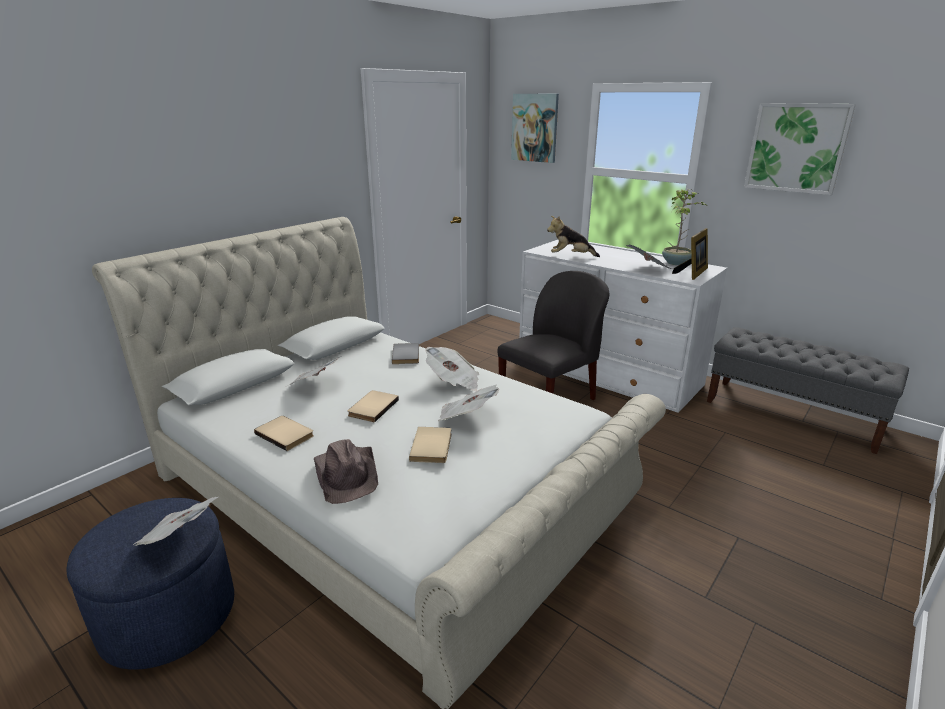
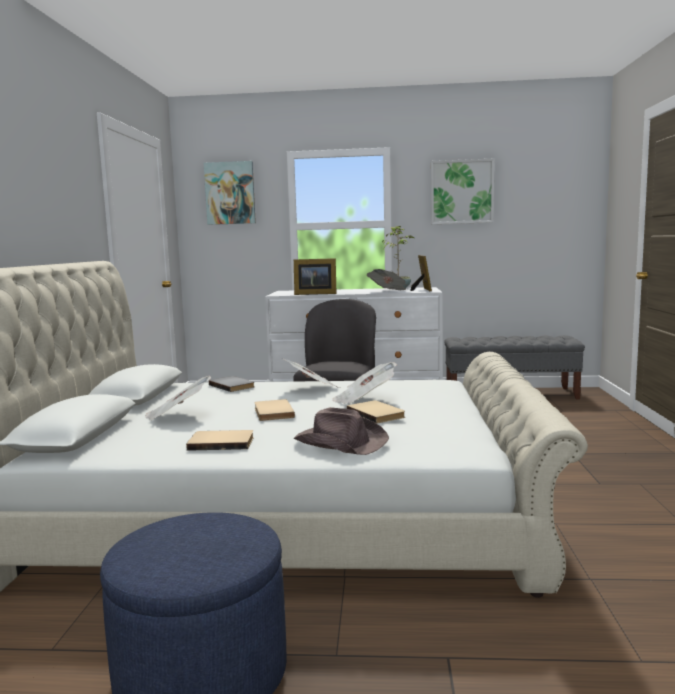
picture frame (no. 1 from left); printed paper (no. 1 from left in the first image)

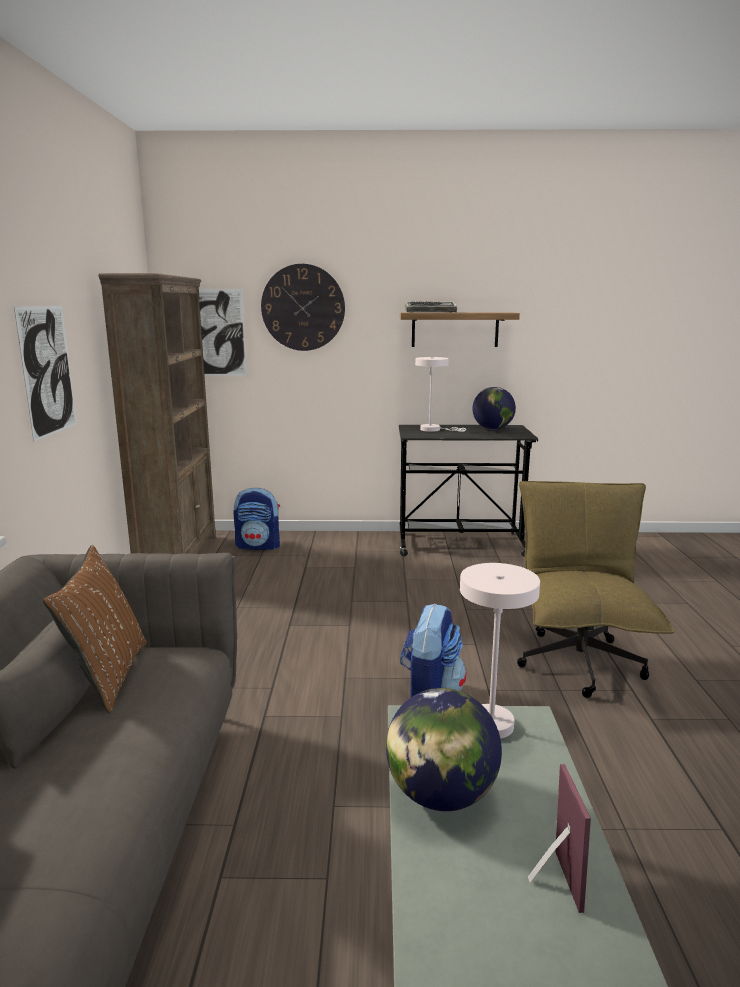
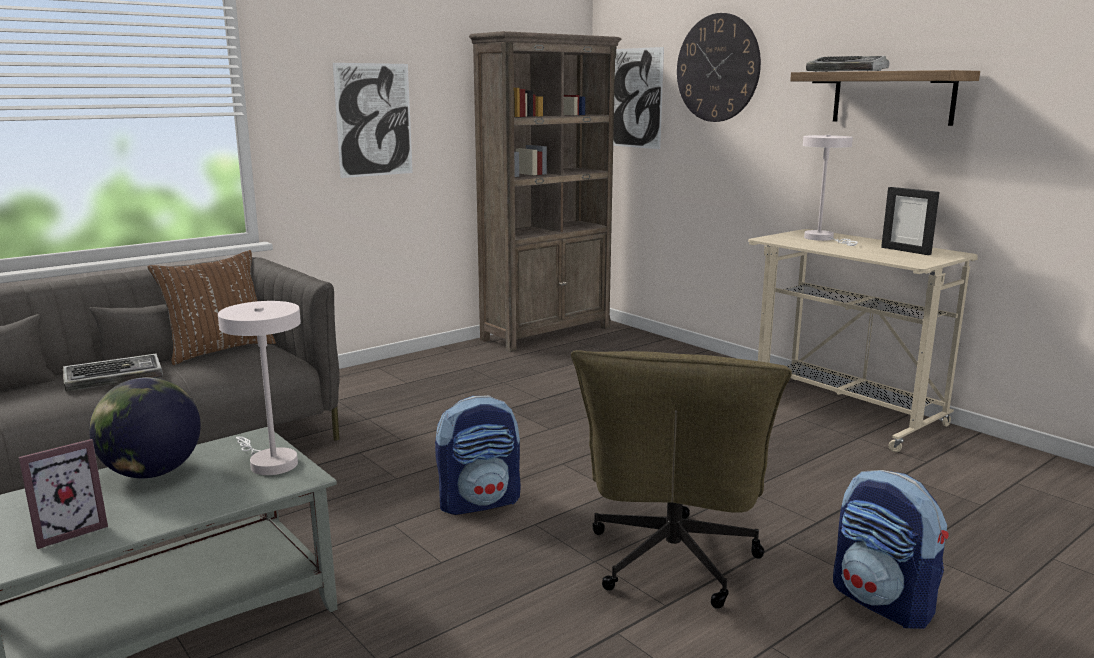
picture frame (no. 2 from left); beige-coloured desk table; beige-coloured office chair; backpack (no. 2 from left); computer keyboard (no. 1 from left)

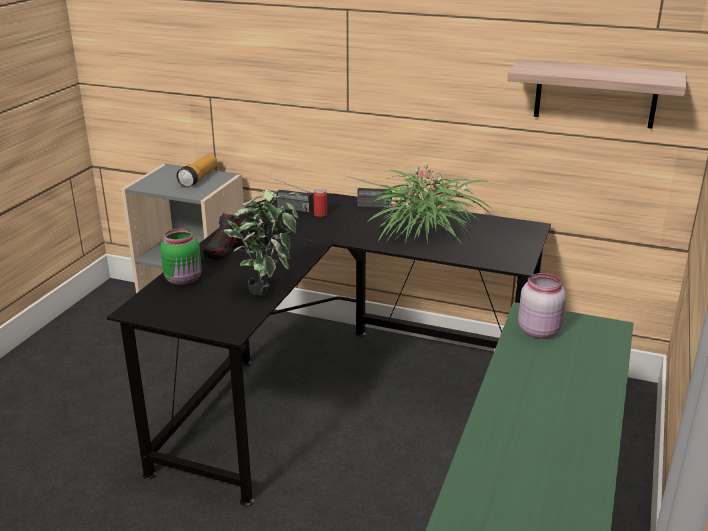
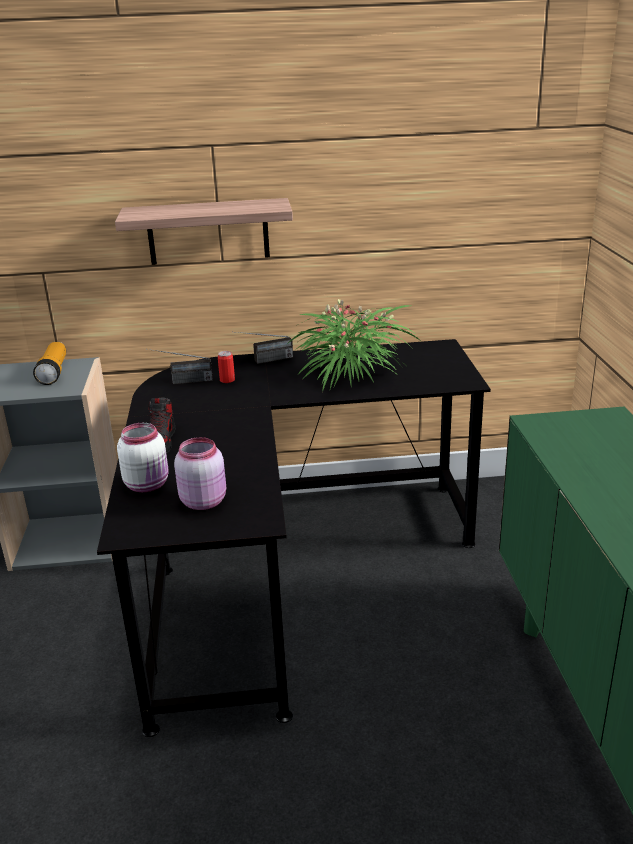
shelf; potted plant (no. 1 from left in the first image); white-coloured storage jar; pinkish storage jar

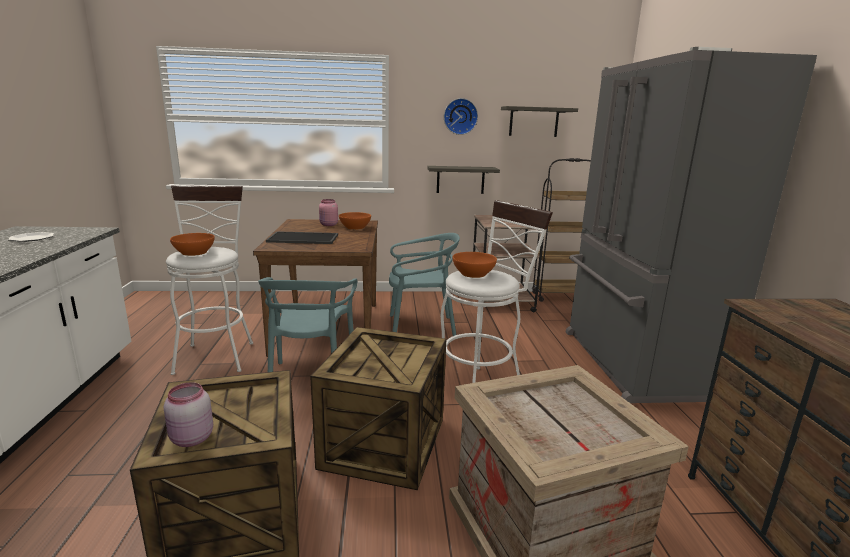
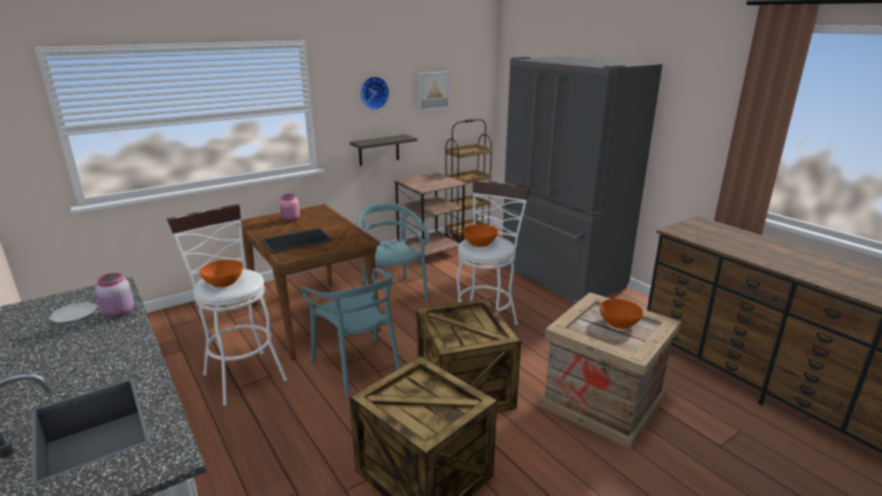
wall picture; orange-coloured serving bowl (no. 3 from left); blue-green upright chair (no. 2 from left); pinkish storage jar (no. 1 from left)

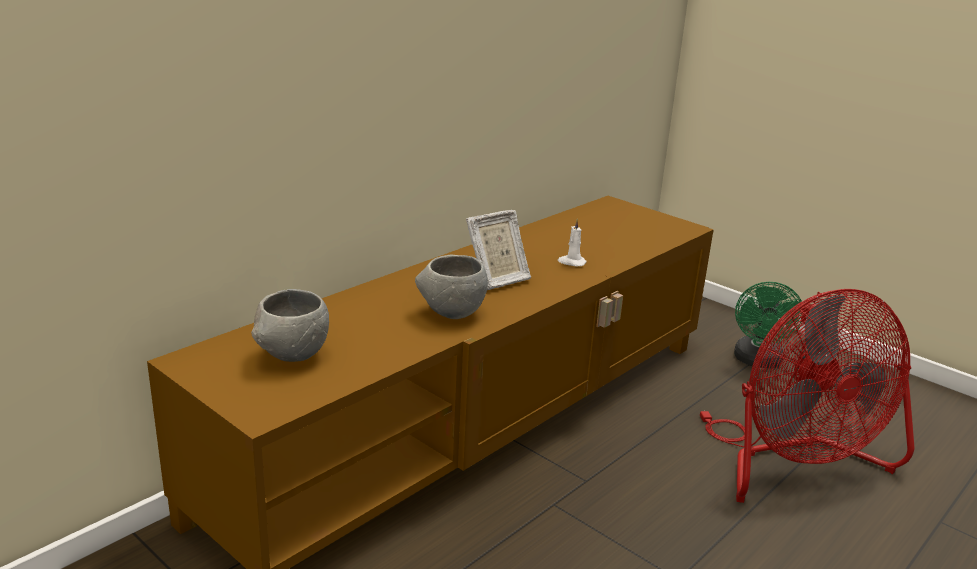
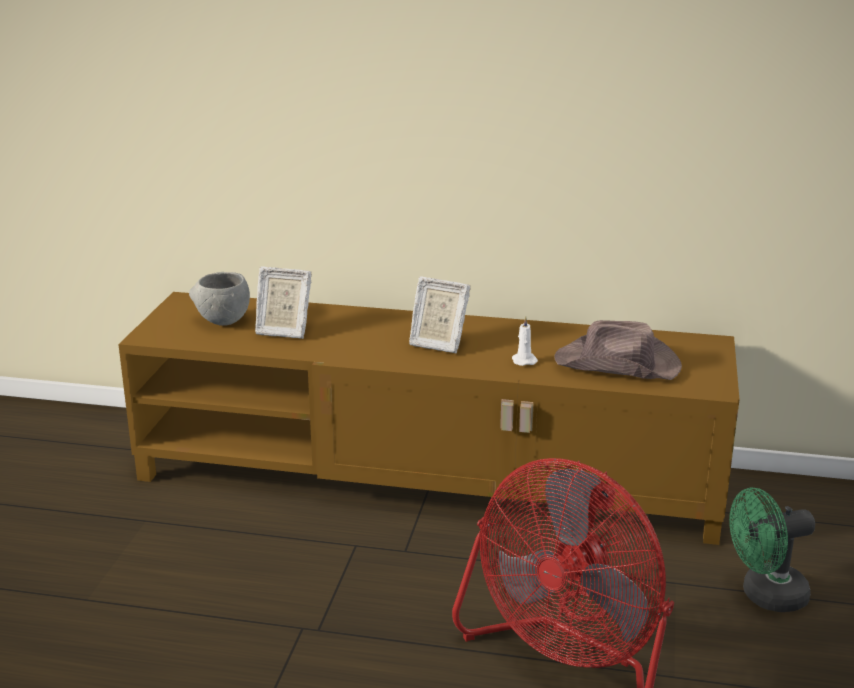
greyish serving bowl (no. 2 from left in the first image); picture frame (no. 1 from left); brown-coloured hat

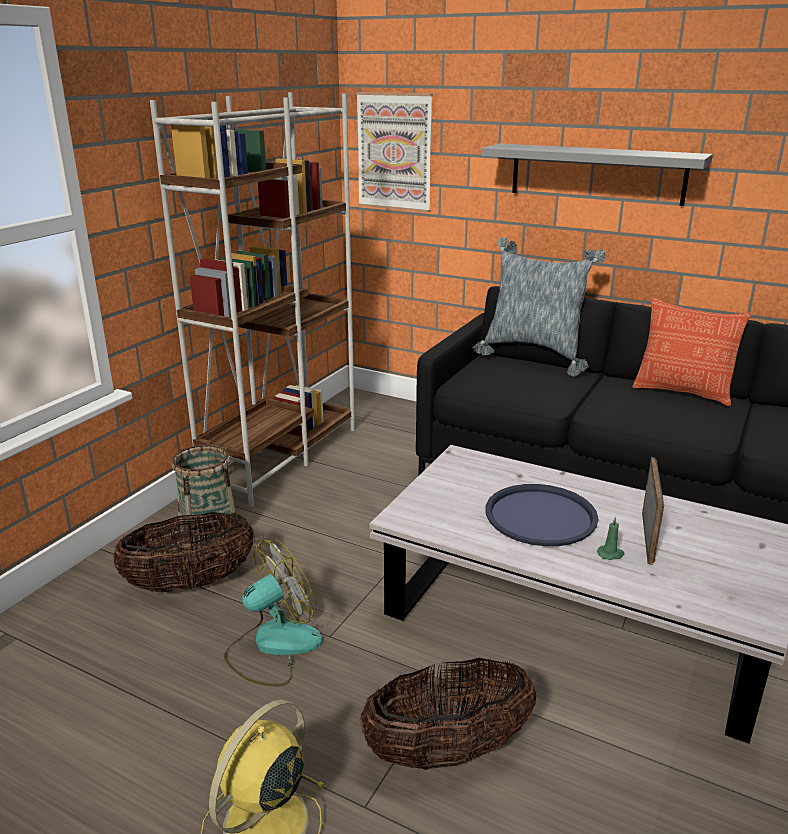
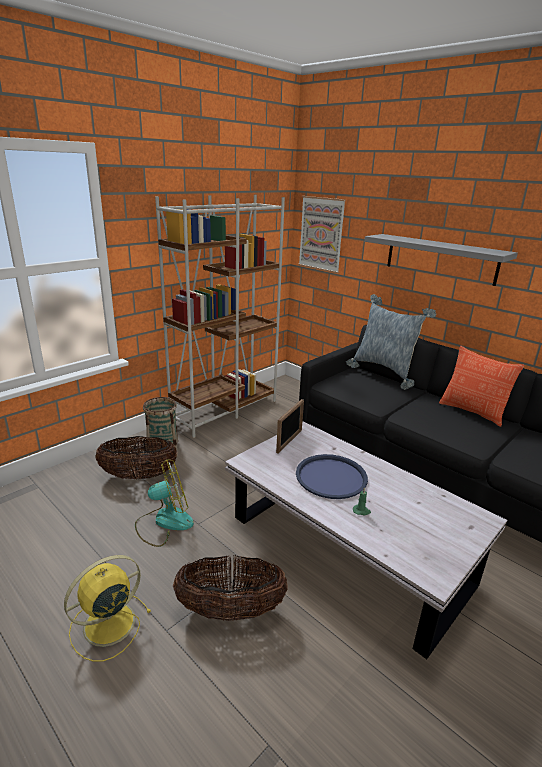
picture frame

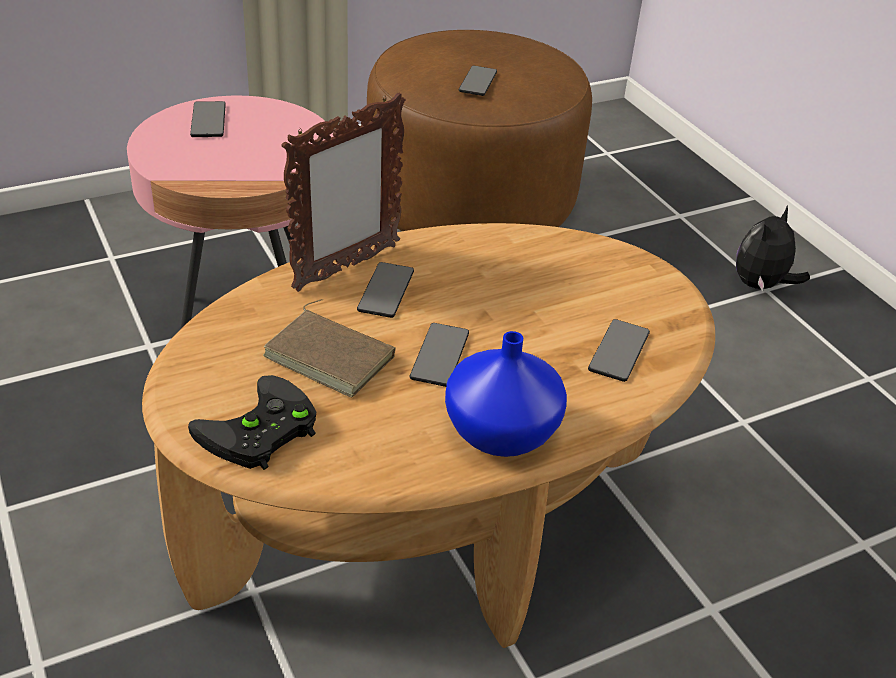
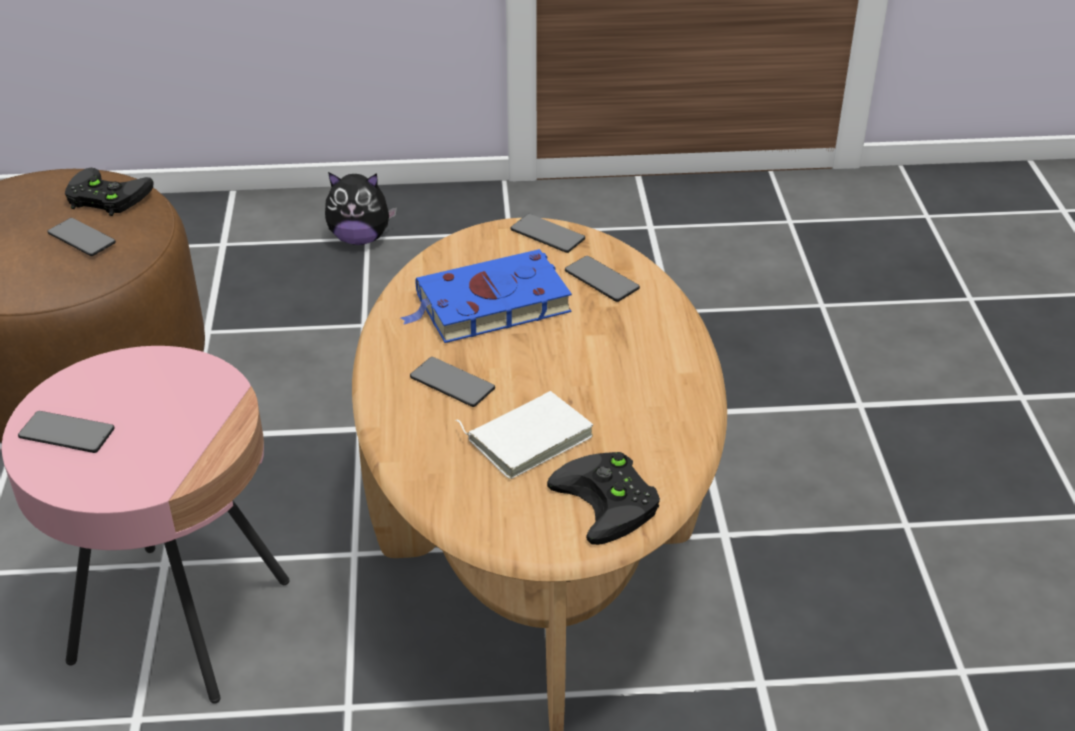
picture frame; plush toy; white-coloured volume; phone (no. 4 from left); blue-coloured vase; blackish joypad (no. 1 from left); blue-coloured volume

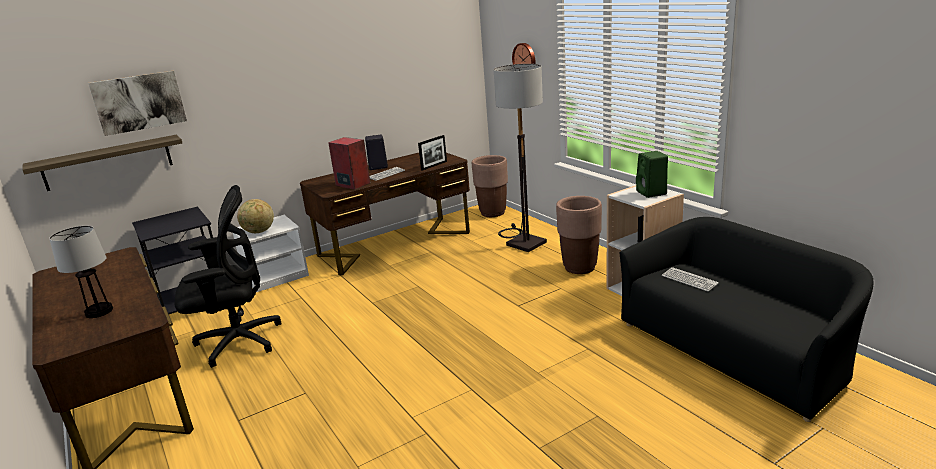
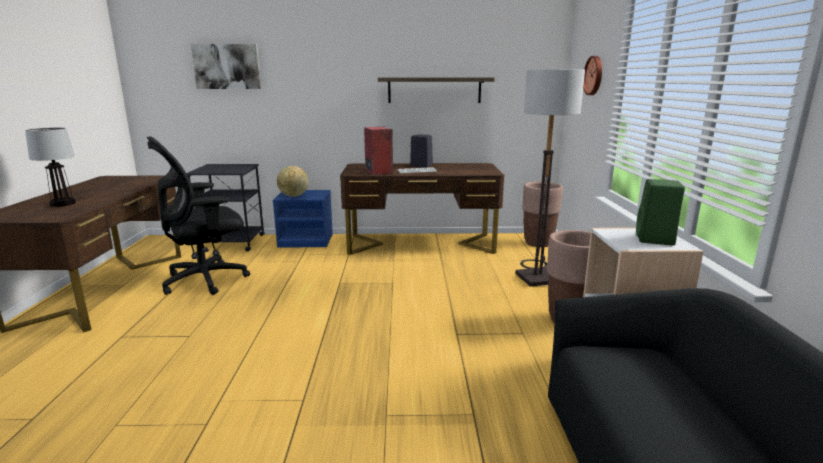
shelf; picture frame; blackish office chair; blue-coloured night table; computer keyboard (no. 2 from left in the first image)

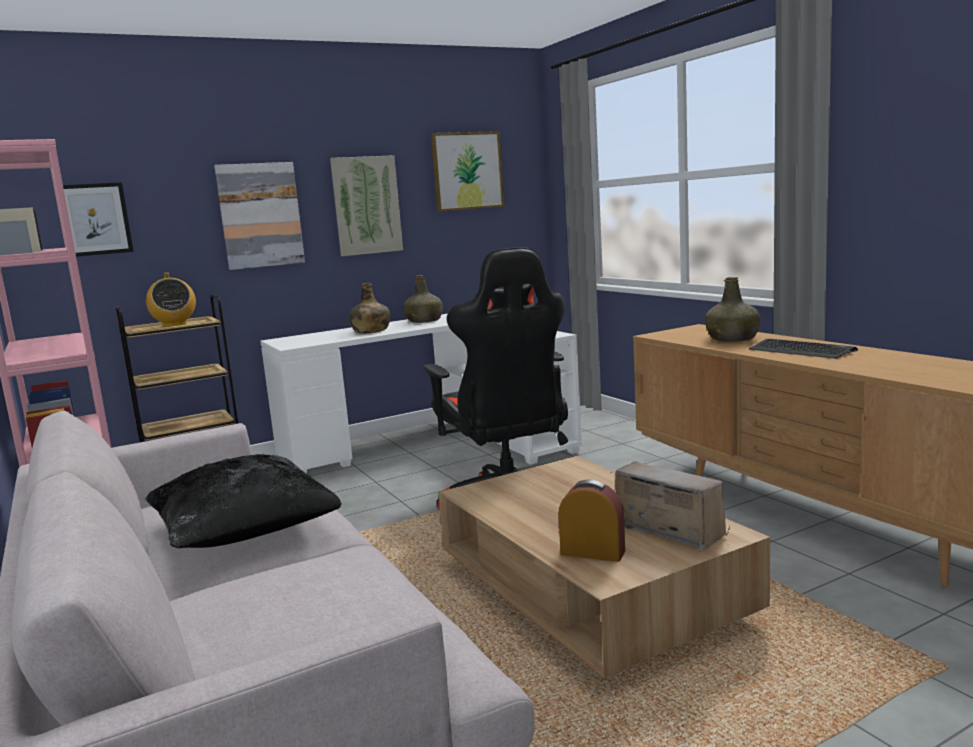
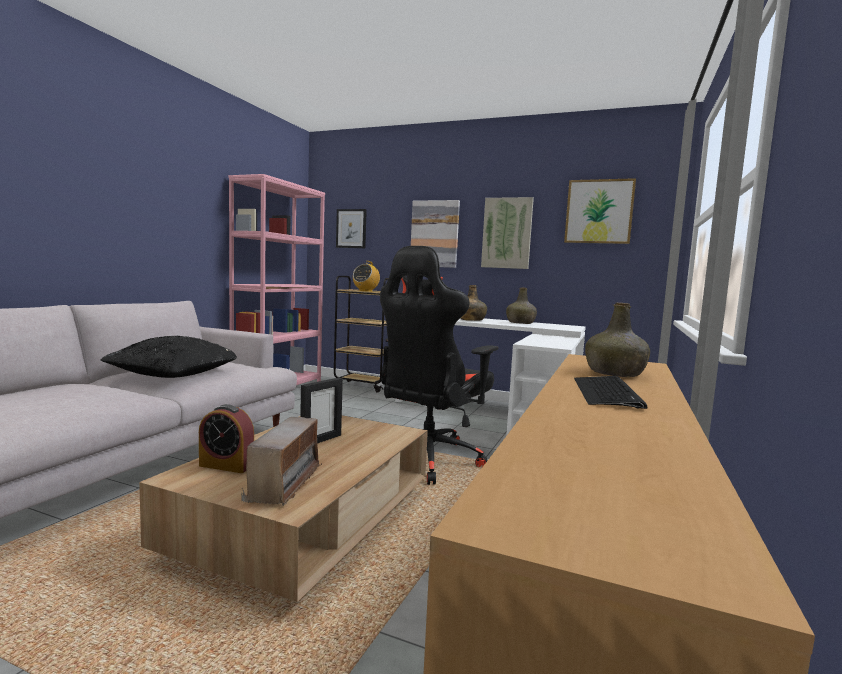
alarm clock; picture frame

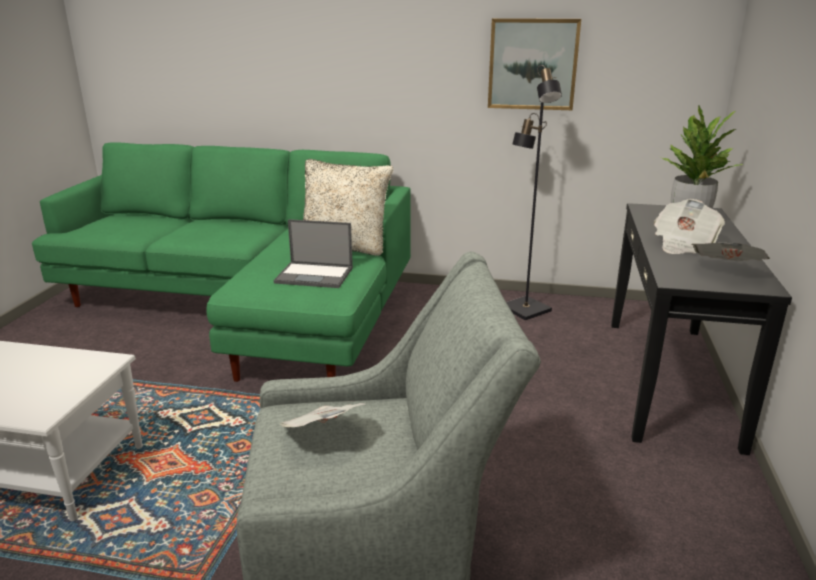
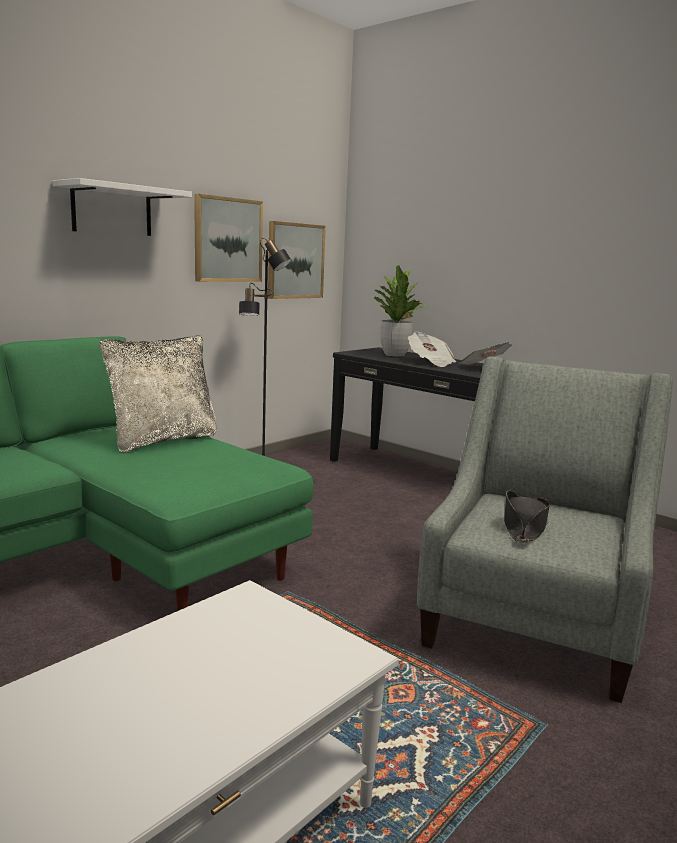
portable computer; blackish hat; white-coloured shelf; wall picture (no. 2 from left)

